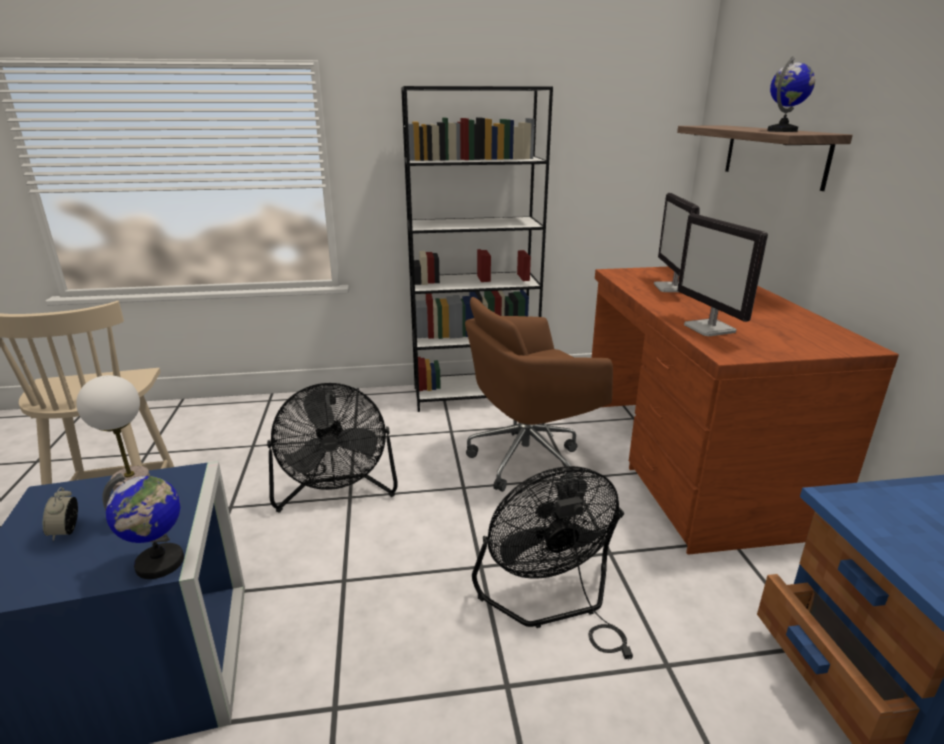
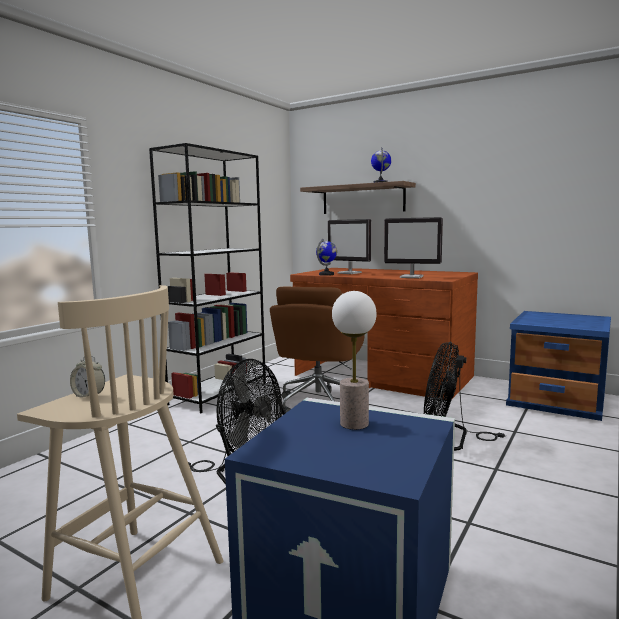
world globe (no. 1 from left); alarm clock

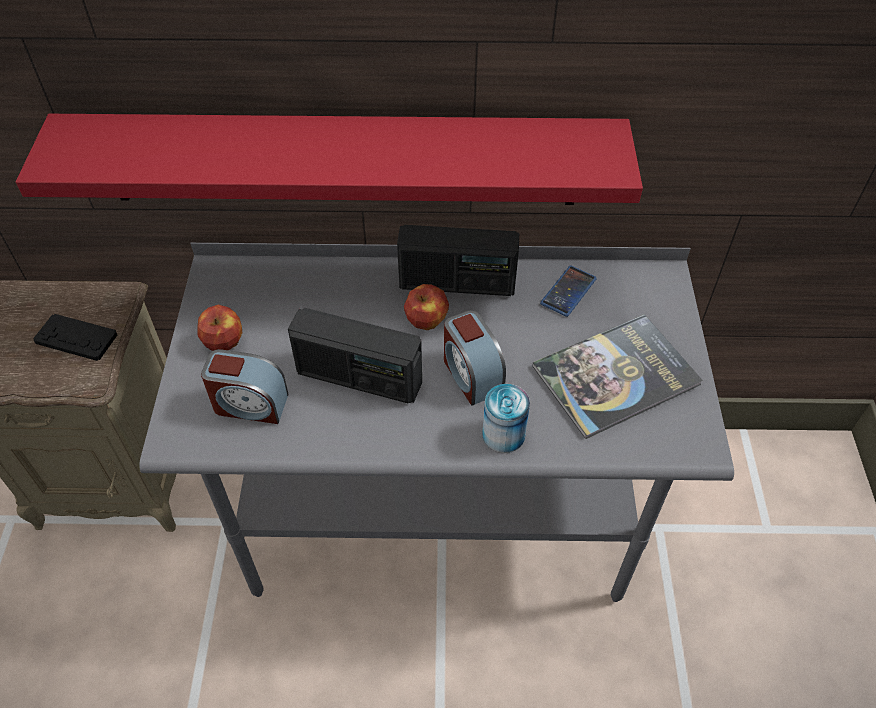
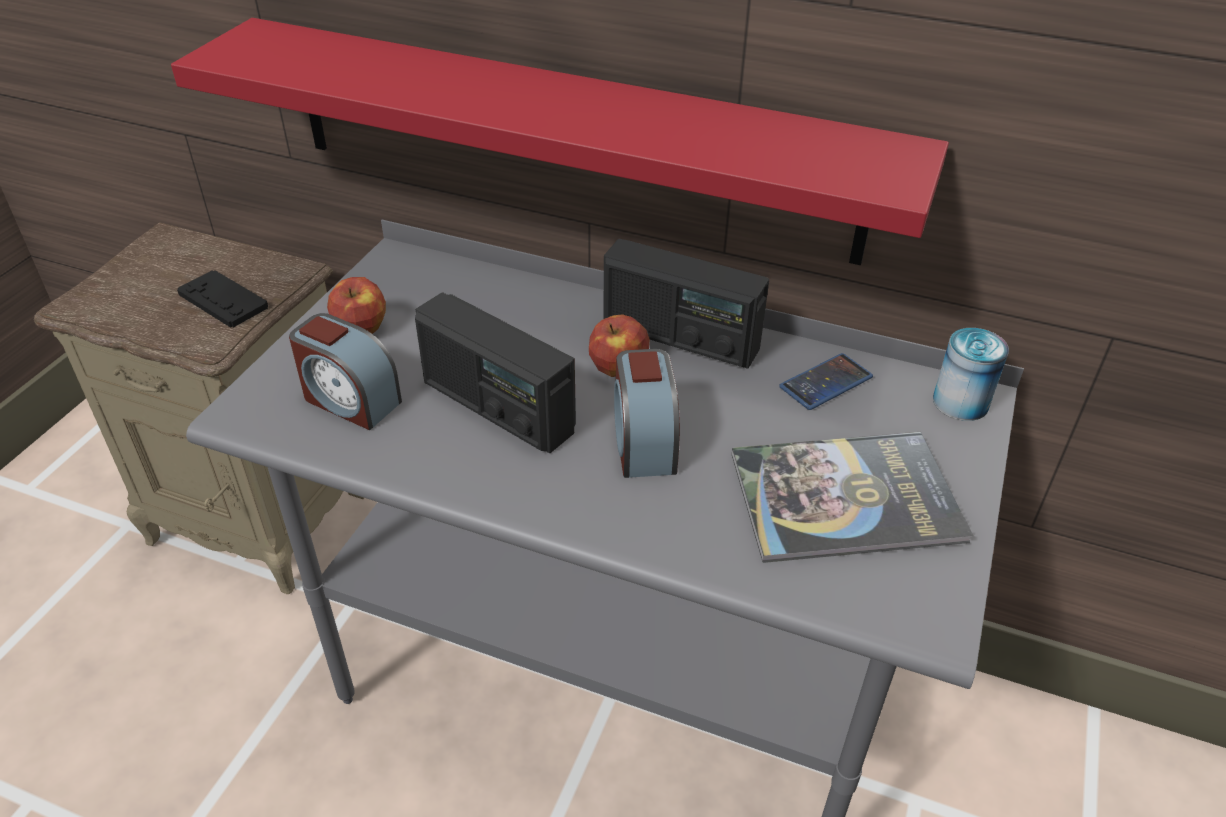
can

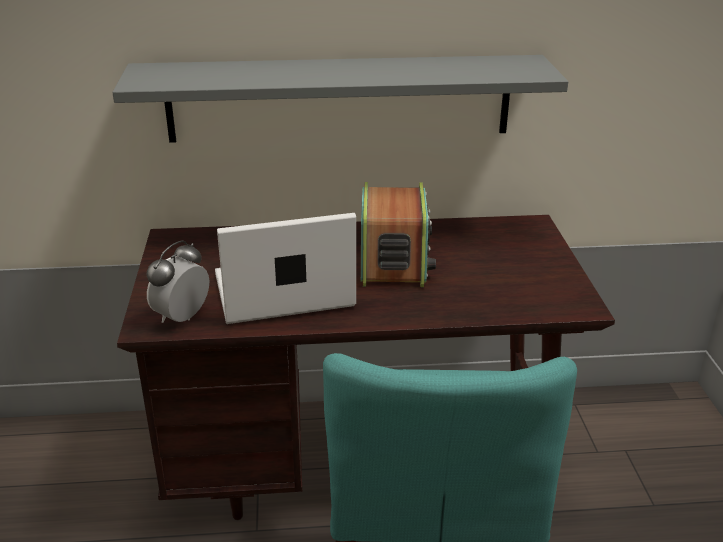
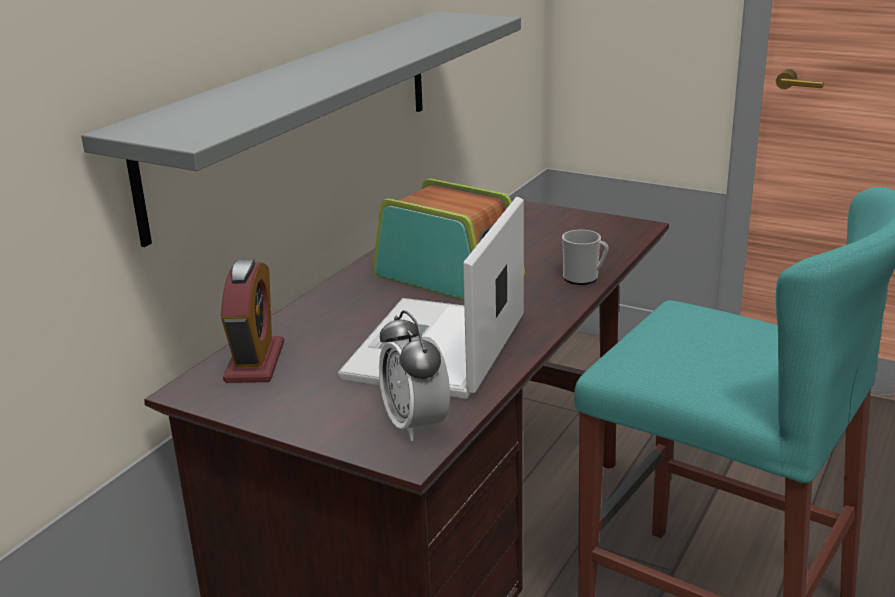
tea mug; alarm clock (no. 1 from left)

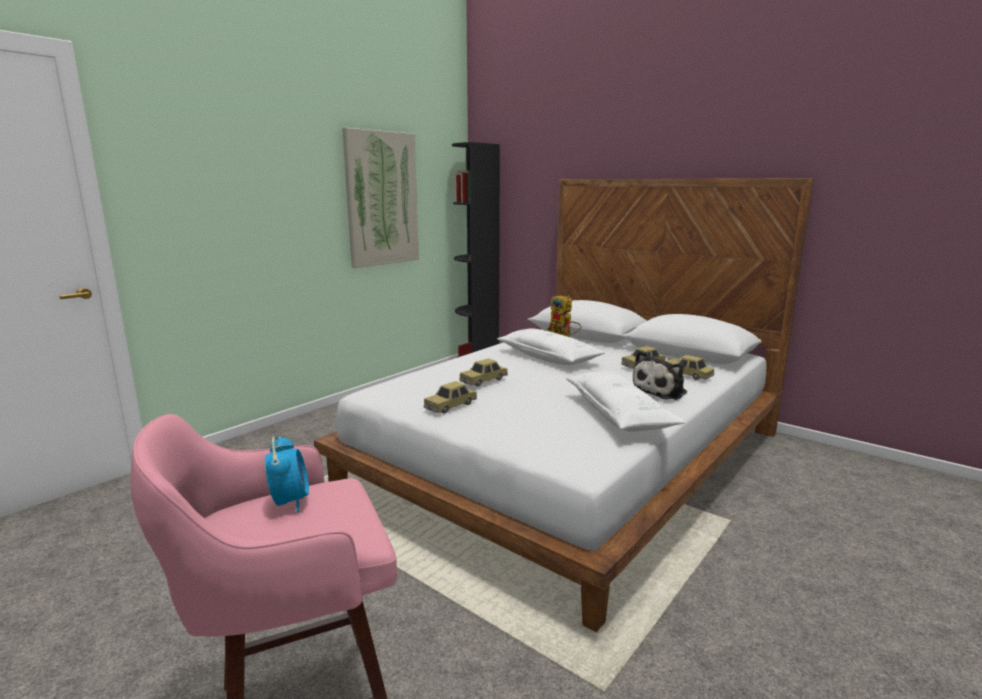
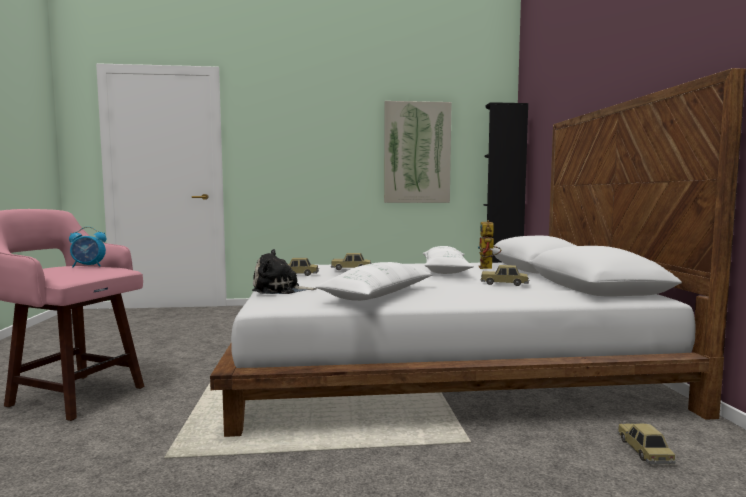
plush toy; model car (no. 4 from left); alarm clock

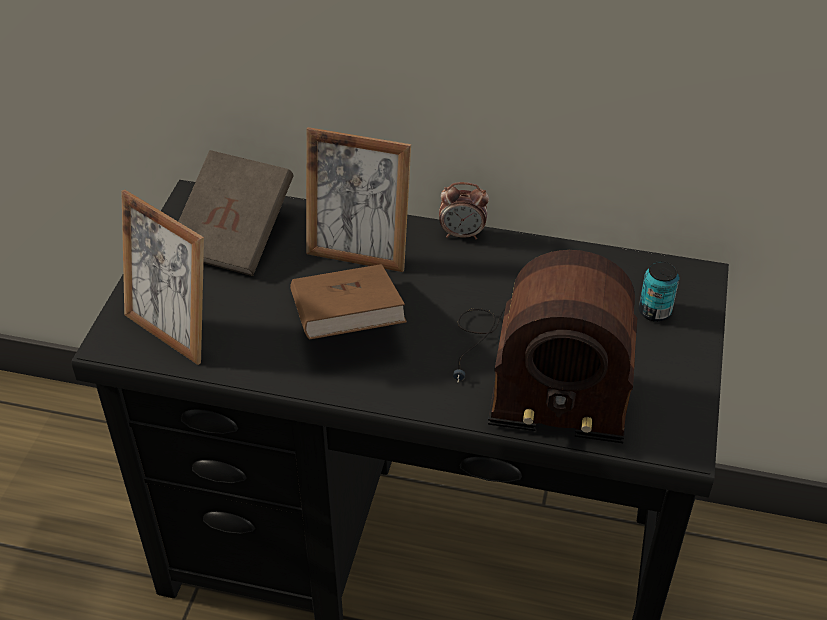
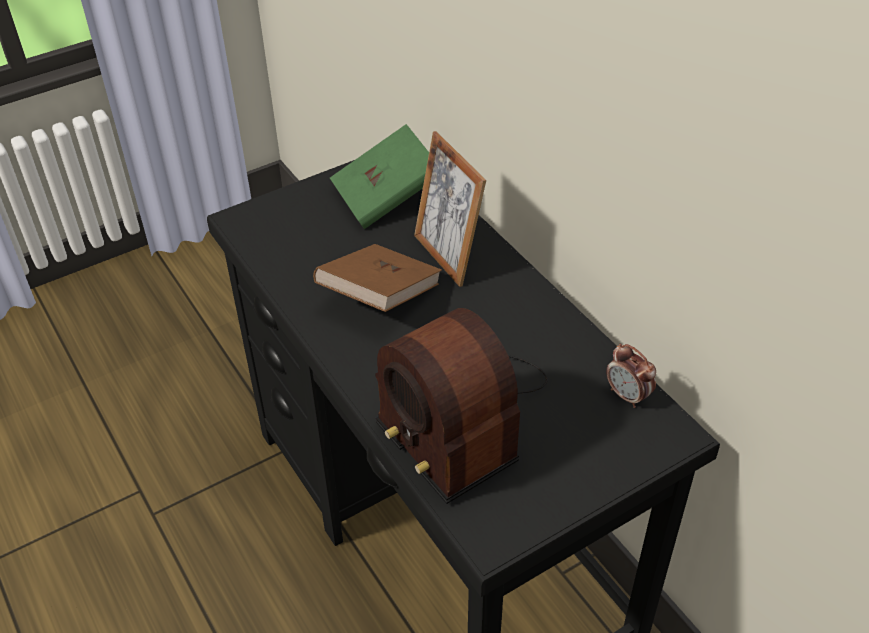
green volume; alarm clock; picture frame (no. 1 from left in the first image); can

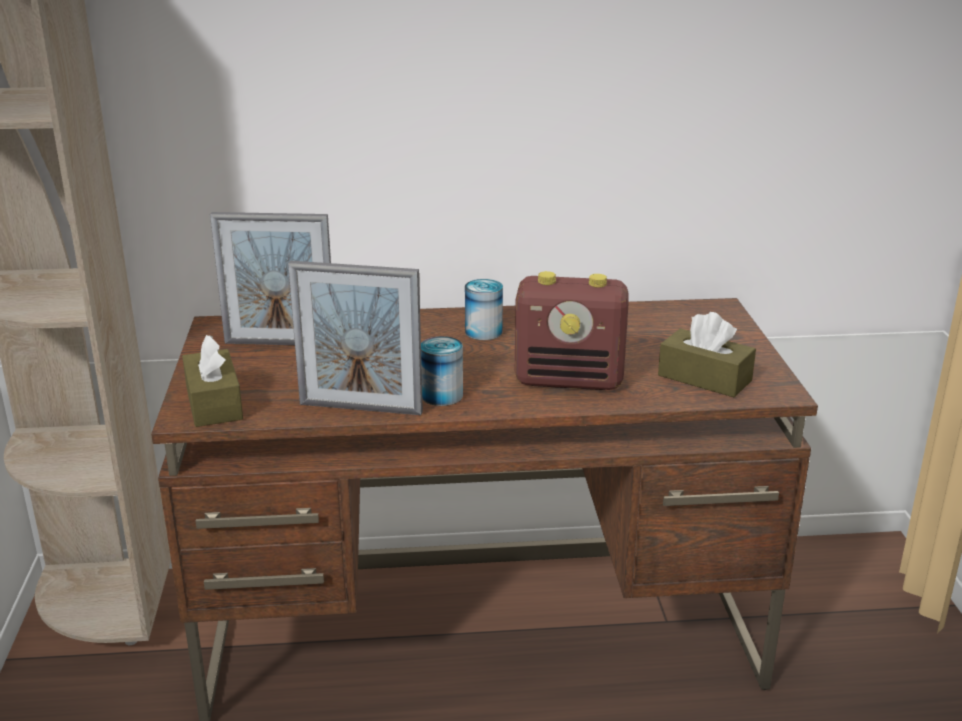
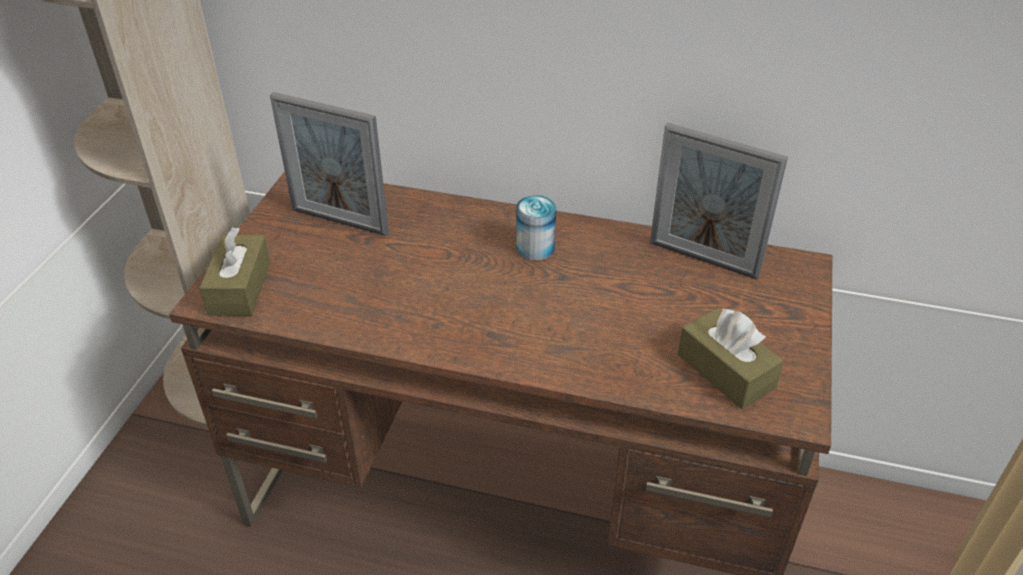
picture frame (no. 2 from left); radio; can (no. 1 from left in the first image)

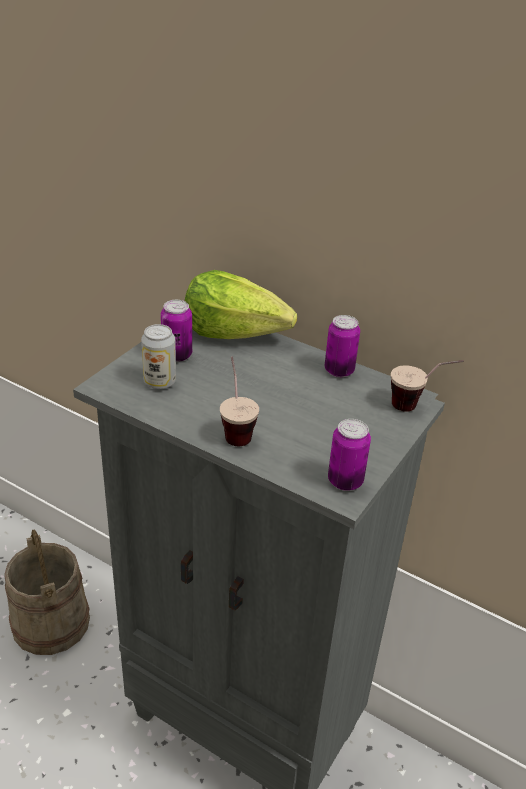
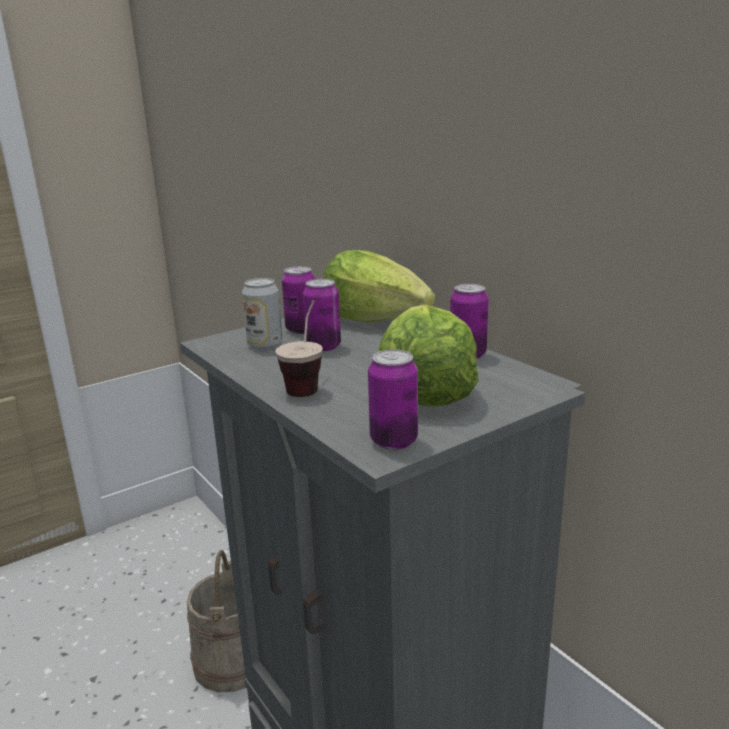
drinking cup (no. 2 from left in the first image); can (no. 3 from left); head of lettuce (no. 2 from left)

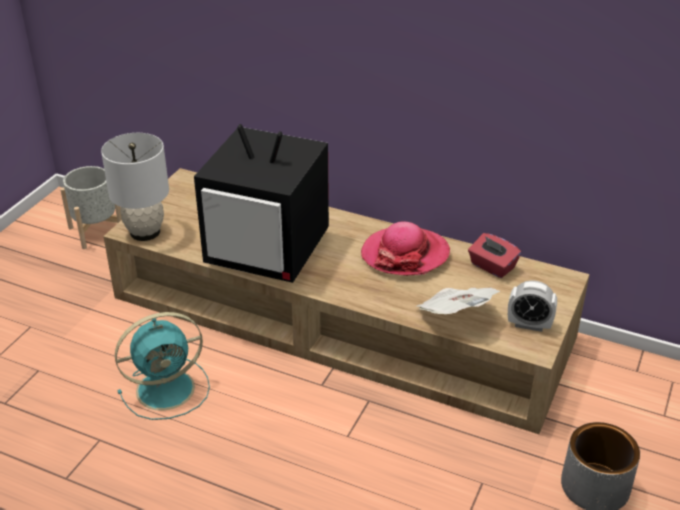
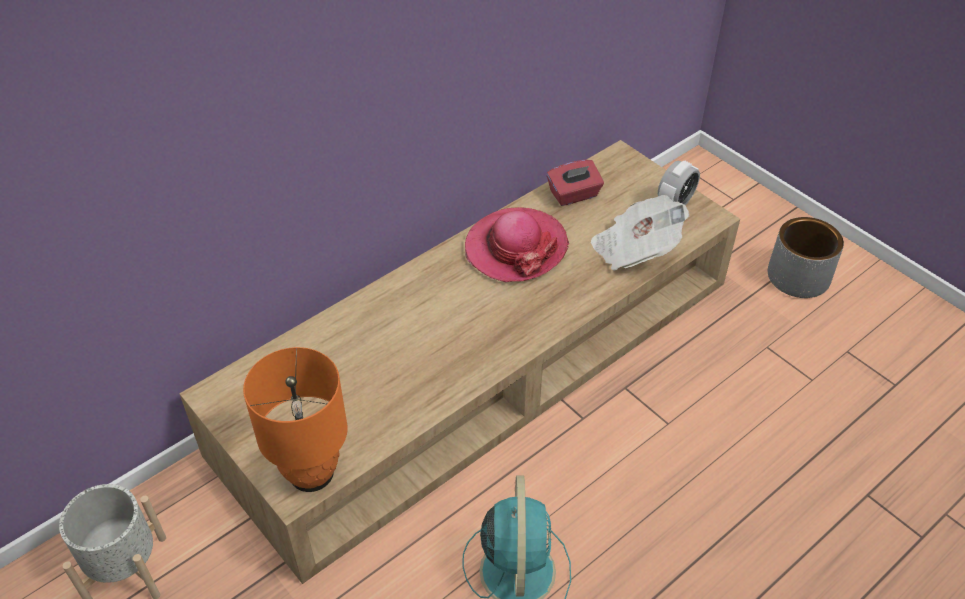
TV set; orange-coloured tabletop lamp

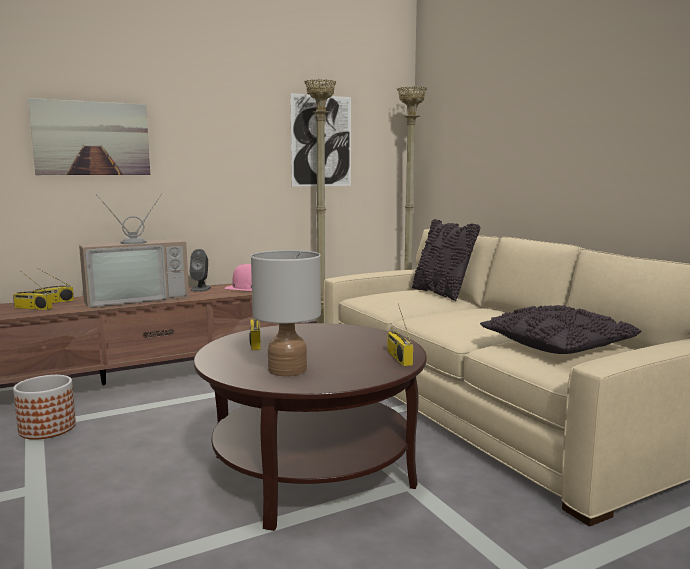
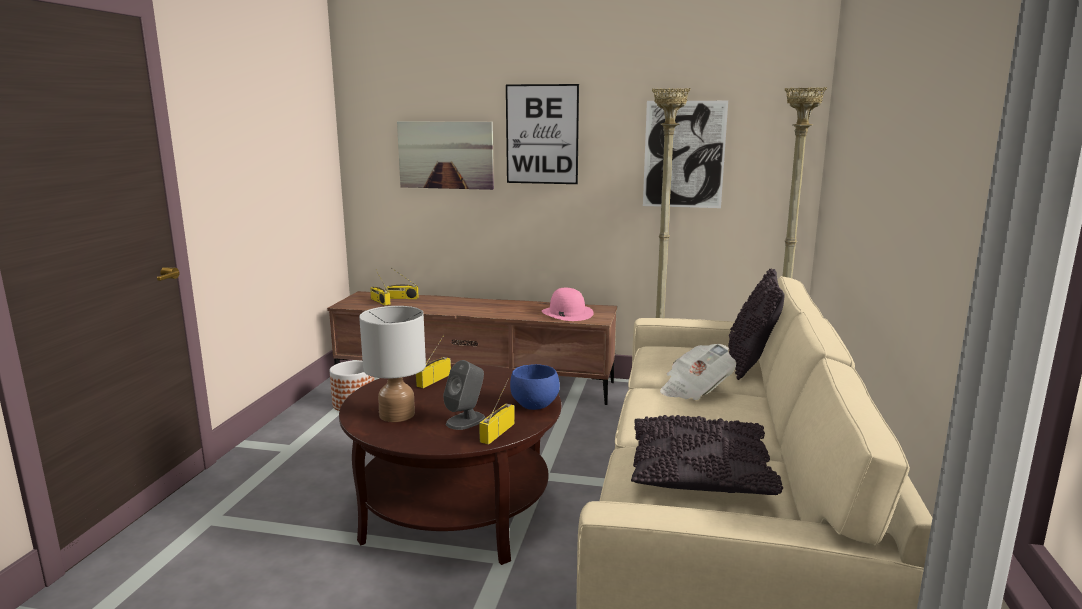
TV set; greyish loudspeaker; wall picture (no. 2 from left); printed paper; blue-coloured serving bowl

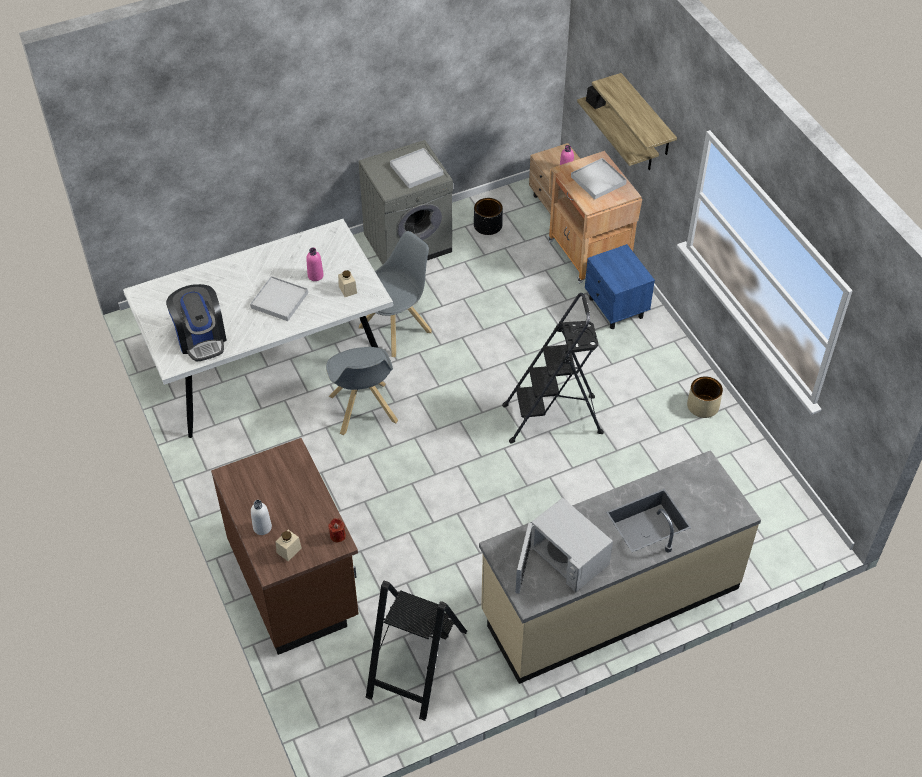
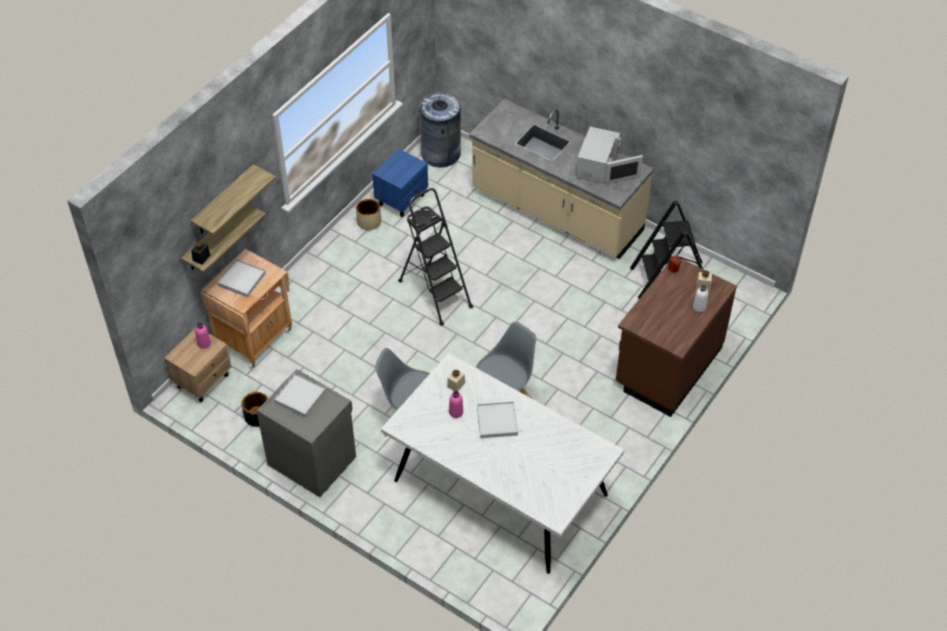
blue-coloured night table; coffee machine; greyish rubbish bin

